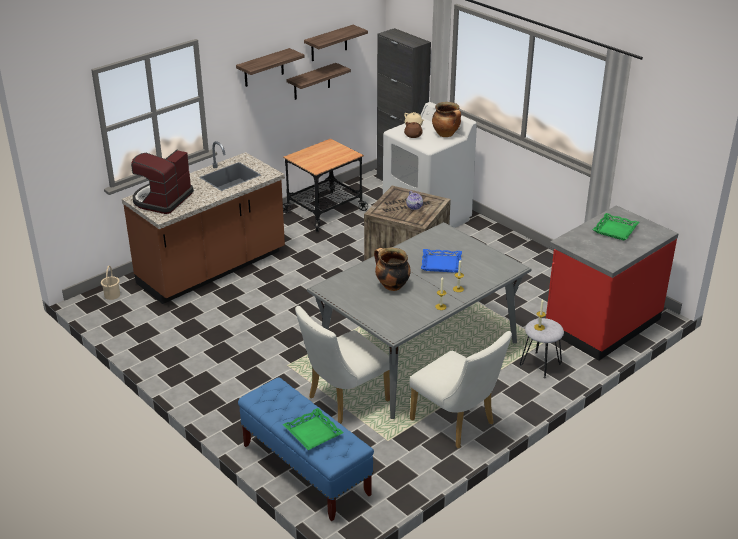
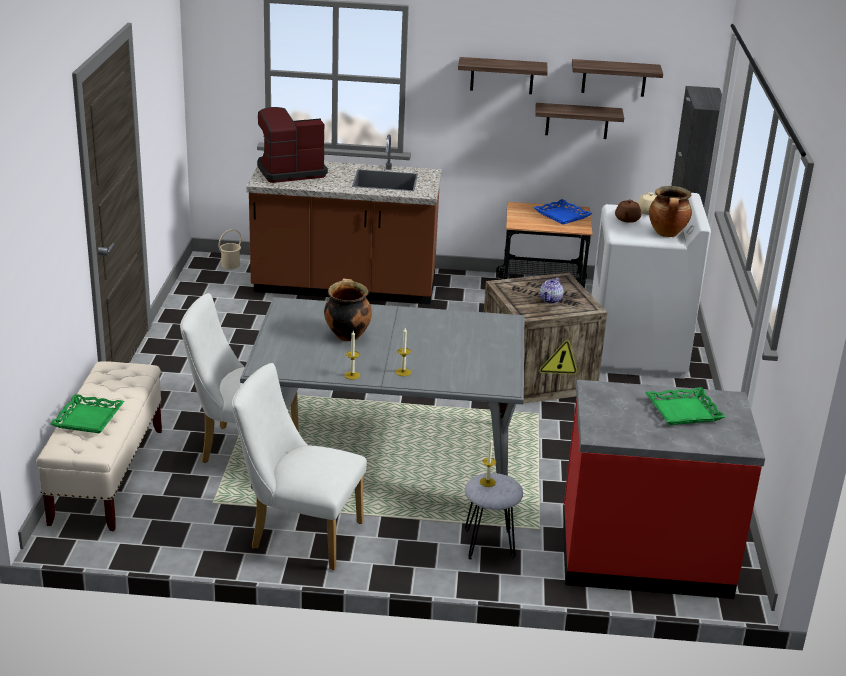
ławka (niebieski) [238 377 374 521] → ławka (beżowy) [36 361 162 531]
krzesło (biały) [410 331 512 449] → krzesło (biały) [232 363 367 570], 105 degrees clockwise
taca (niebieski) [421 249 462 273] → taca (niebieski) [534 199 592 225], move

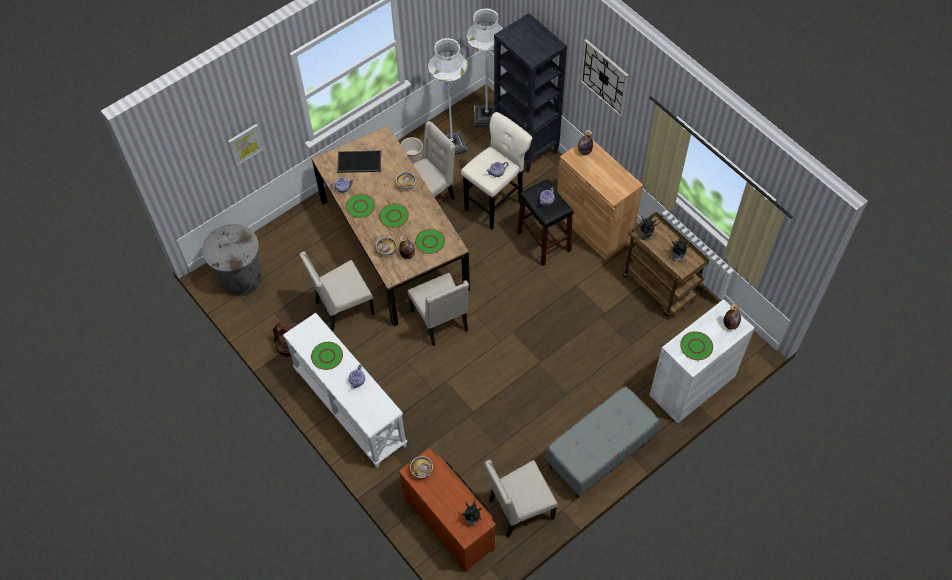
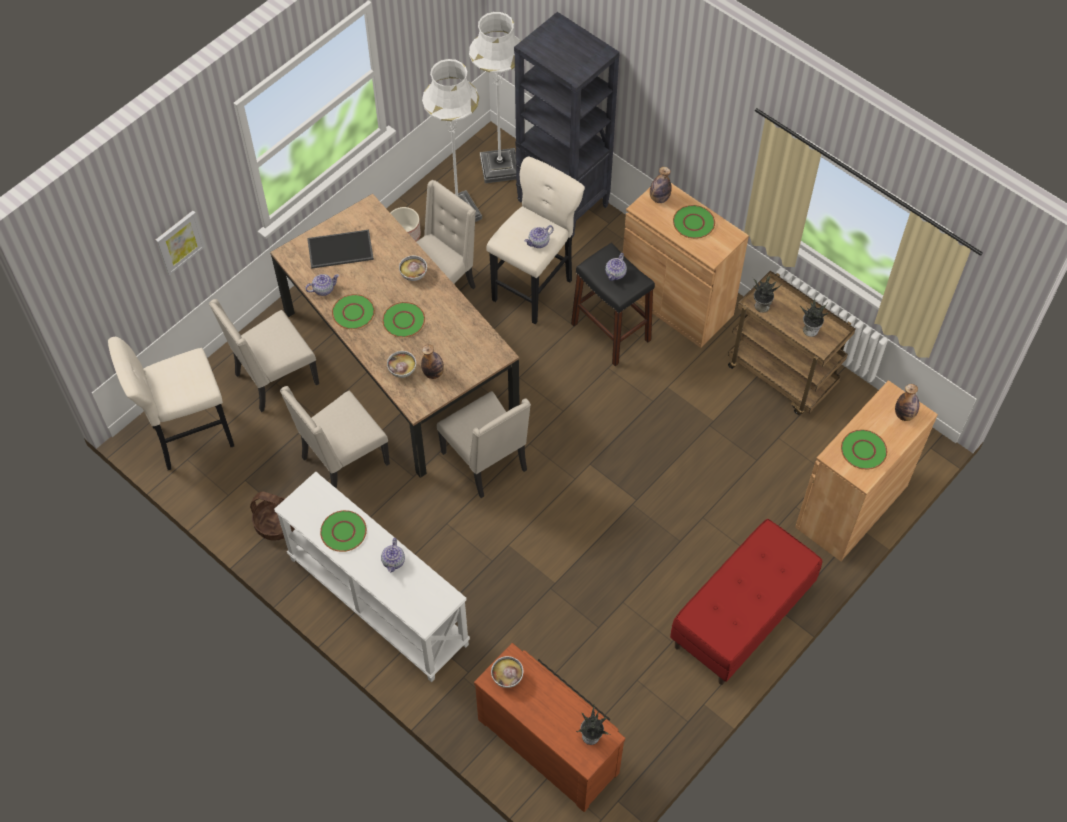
kosz na śmieci (szary) [202 224 262 296] → stołek (beżowy) [108 337 234 470]
krzesło (beżowy) [485 460 558 538] → krzesło (beżowy) [209 299 319 412], move
ławka (szary) [546 386 660 498] → ławka (czerwony) [670 519 822 685]
talerz (zielony) [415 229 445 254] → talerz (zielony) [673 205 715 239], move
szafka (biały) [650 299 754 423] → szafka (brązowy) [795 380 938 561]
zegar ścienny [580 39 629 117] → -

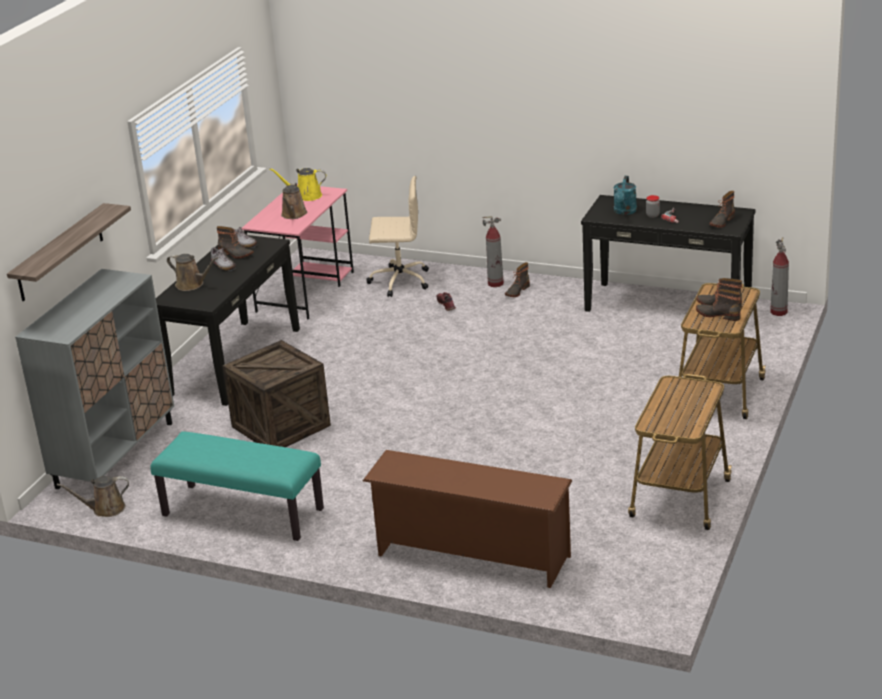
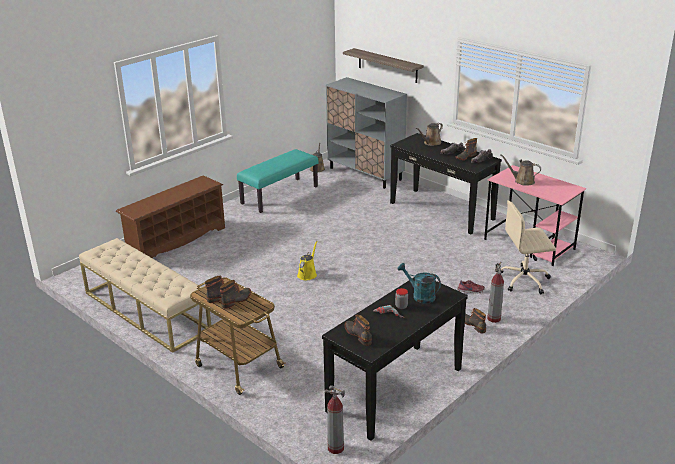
wózek [628 374 732 530] → ławka (beżowy) [79 238 211 353]
konewka (żółty) [269 168 326 201] → konewka (żółty) [297 241 317 280], move
krzesło biurowe (beżowy) [366 176 429 297] → krzesło biurowe (beżowy) [501 200 556 294], 60 degrees clockwise
skrzynka [222 340 331 447] → -

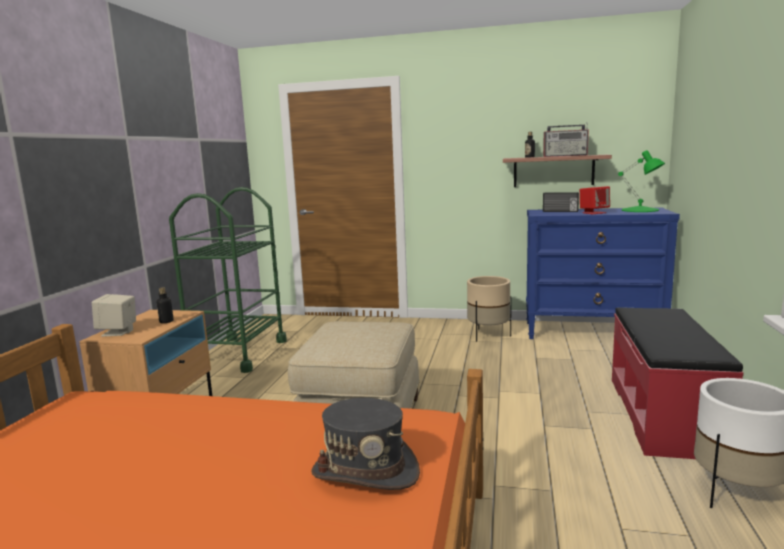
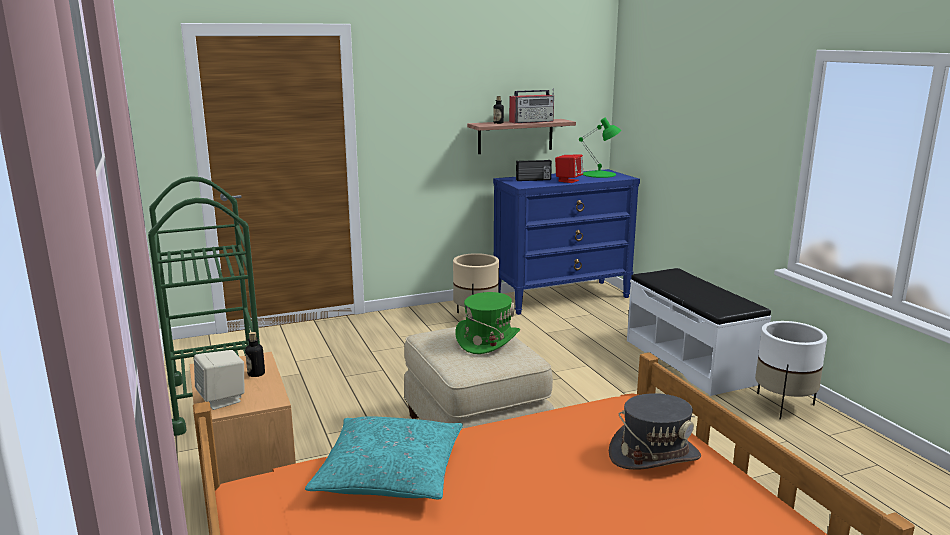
- → poduszka (turkusowy) [305 416 463 499]
- → kapelusz (zielony) [455 292 520 354]
ławka (czerwony) [612 307 743 459] → ławka (biały) [627 268 771 396]

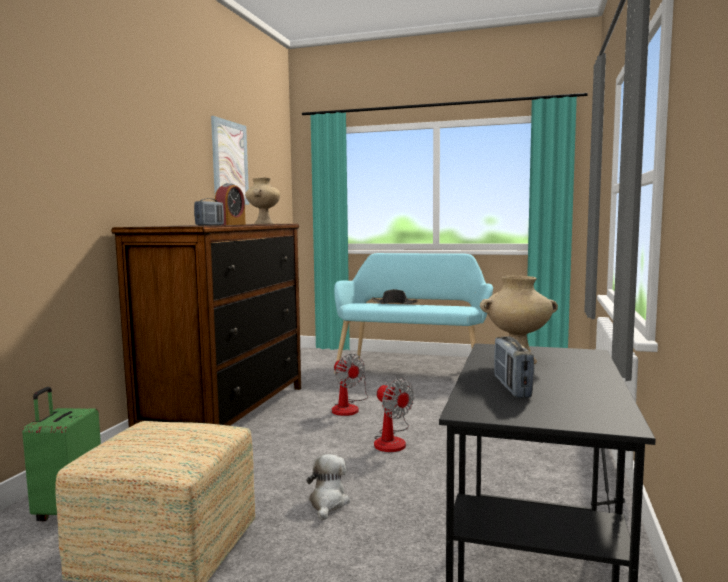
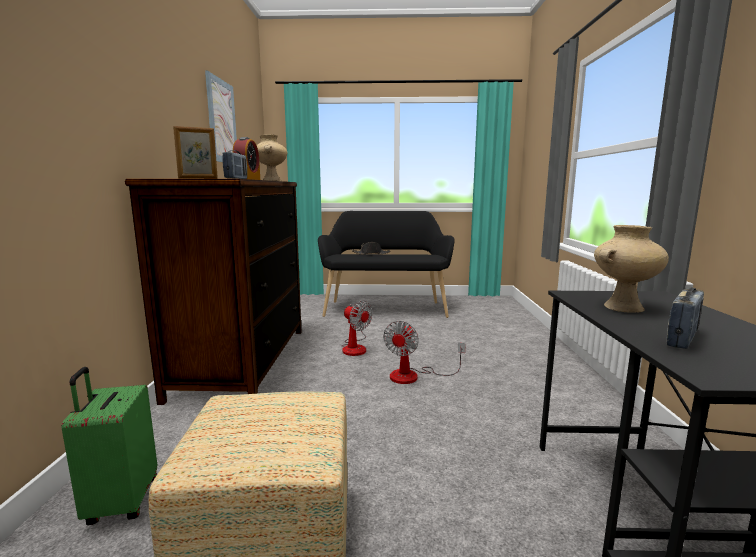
- → ramka na zdjęcie [173 126 218 179]
ławka (turkusowy) [334 253 493 374] → ławka (czarny) [318 211 455 318]
wentylator [374 378 414 452] → wentylator [383 321 466 384], 75 degrees clockwise
radio [494 336 534 398] → radio [666 287 704 349], 120 degrees counterclockwise
pluszak [306 454 350 521] → -

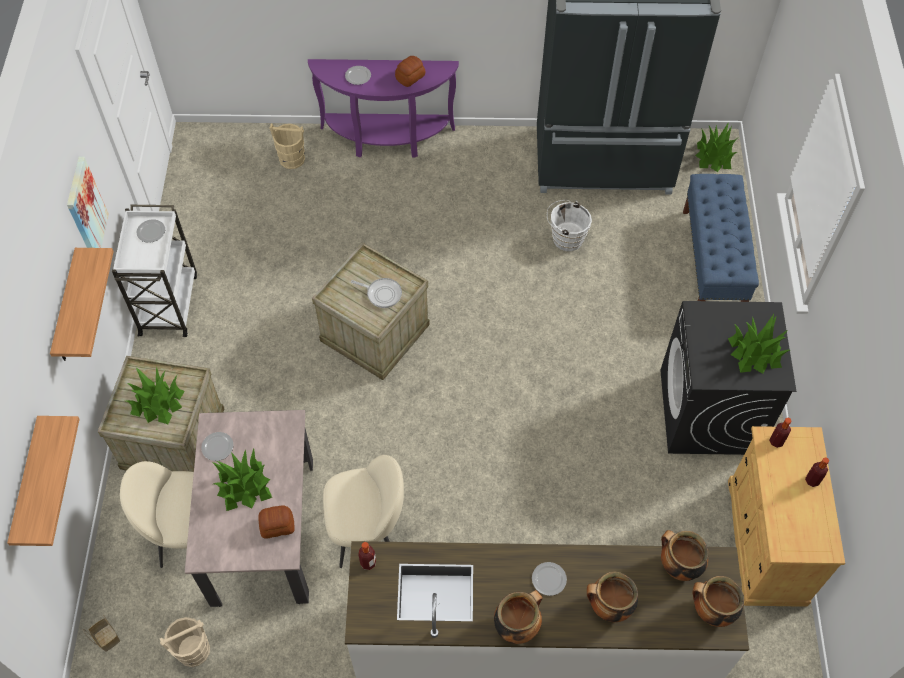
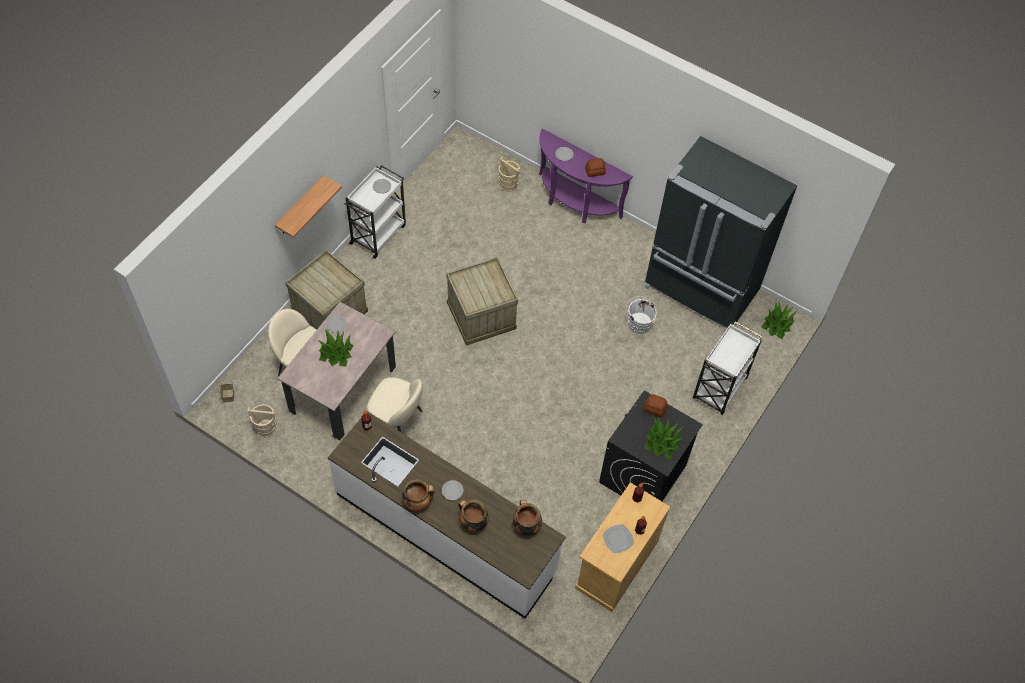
- → talerz [603 524 634 553]
chleb [258 505 295 538] → chleb [644 394 667 417], move
ławka (niebieski) [683 174 759 302] → wózek (biały) [693 321 762 415]
półka [7 416 80 546] → -
obraz [67 156 109 248] → -
roślina doniczkowa [126 367 184 424] → -
patelnia [351 278 402 308] → -
garnek [692 576 744 627] → -

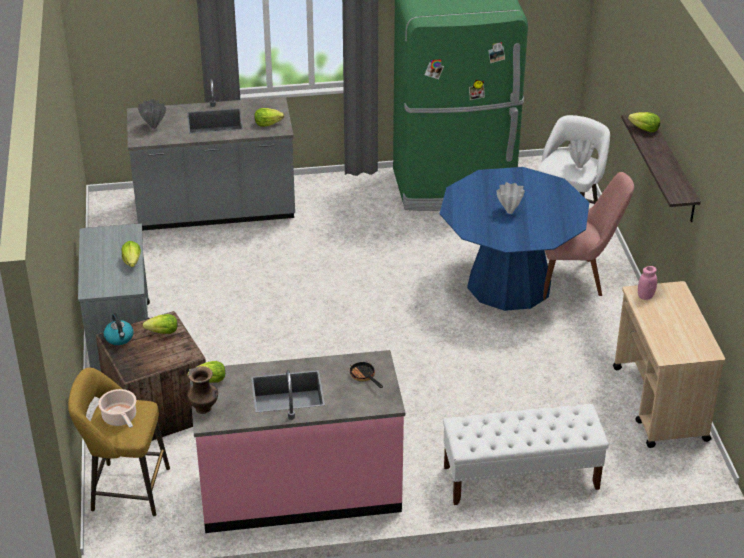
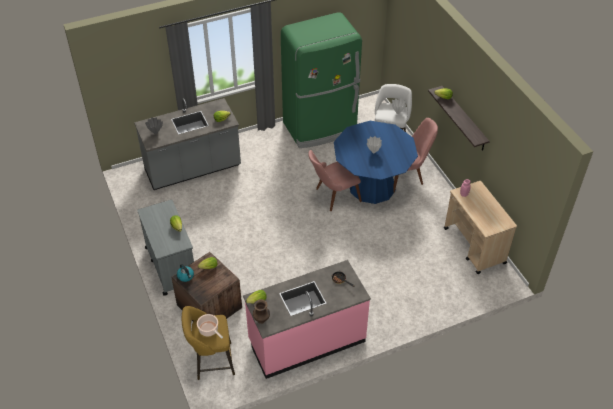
- → krzesło (różowy) [308 150 362 211]
ławka (biały) [443 404 609 505] → -

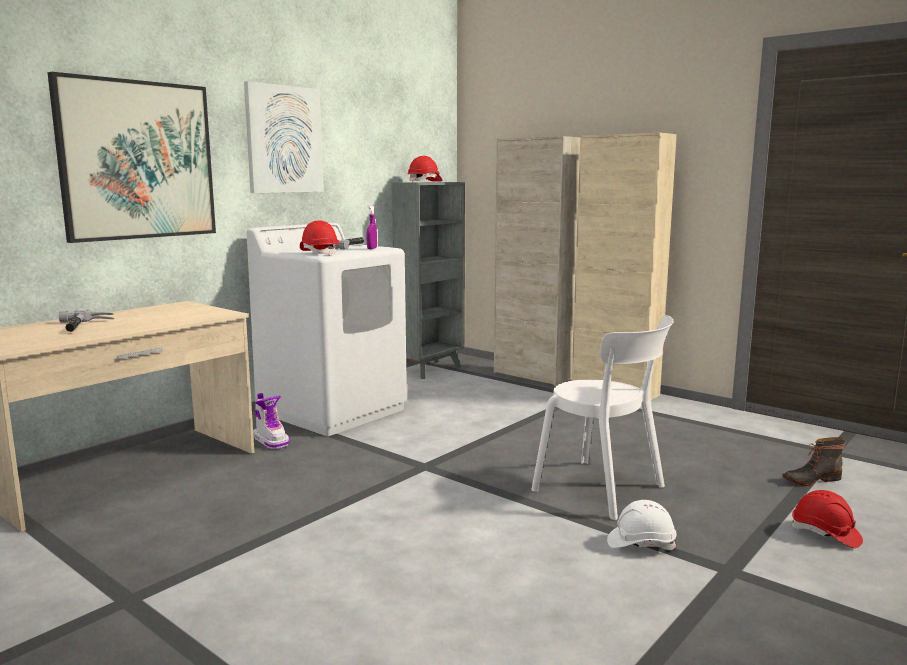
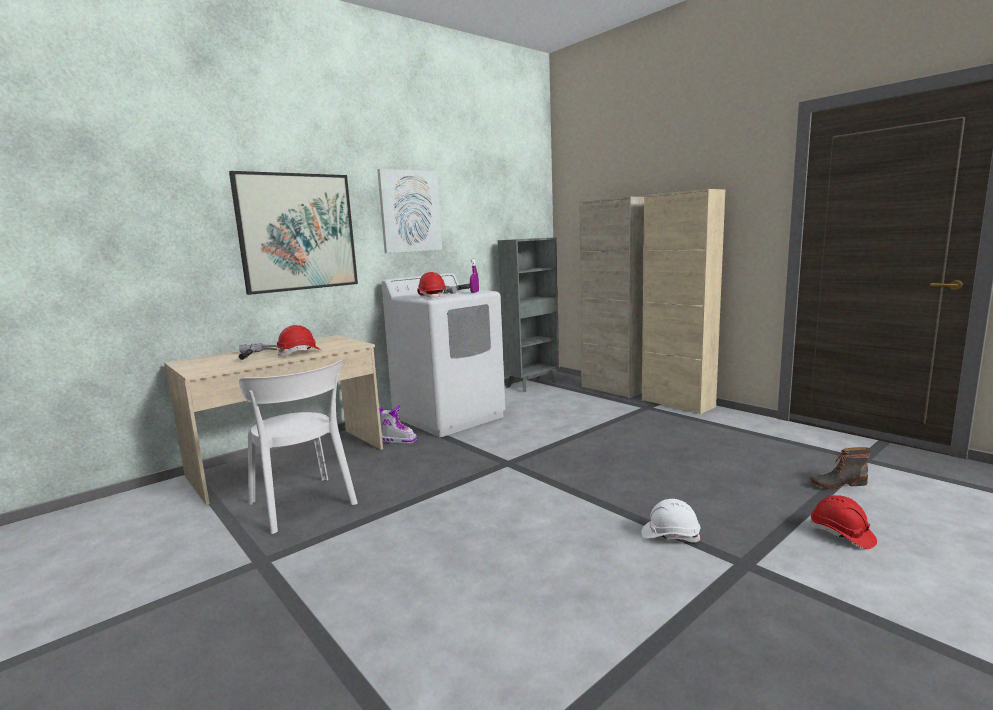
krzesło (biały) [531 315 674 520] → krzesło (biały) [239 360 358 534], move
kask (czerwony) [408 156 442 182] → kask (czerwony) [276 325 321 357], move
but z cholewką [253 393 290 449] → but z cholewką [379 405 417 444], 45 degrees counterclockwise

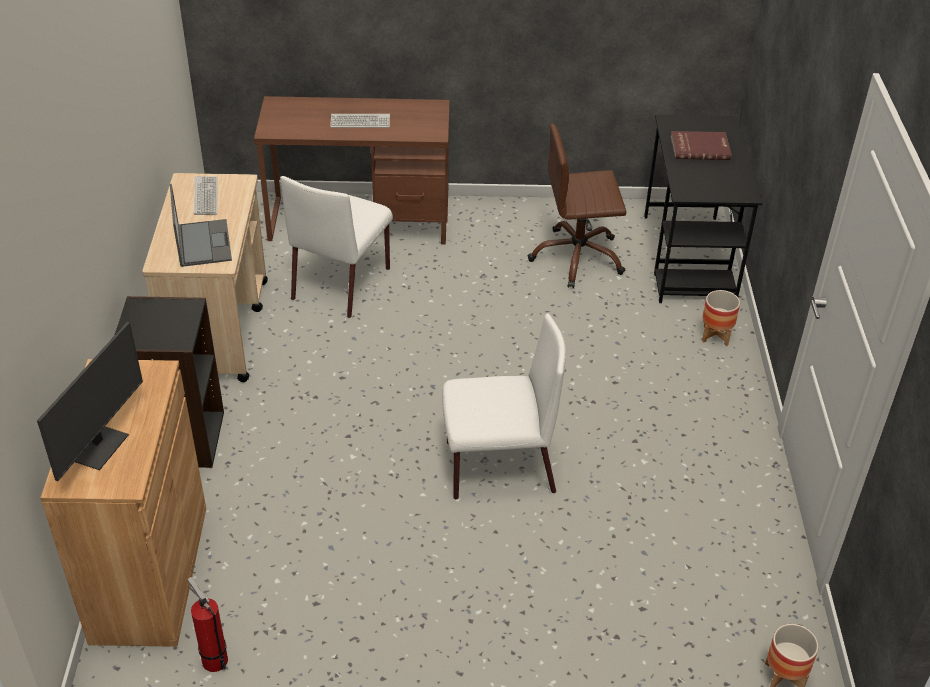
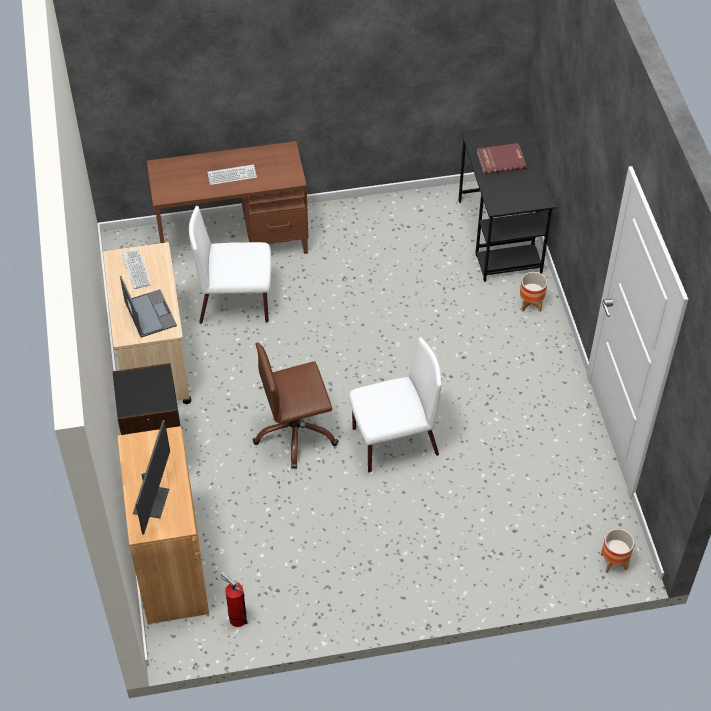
krzesło (biały) [280 176 393 318] → krzesło (biały) [189 206 271 324], 75 degrees clockwise
krzesło biurowe (brązowy) [528 124 626 288] → krzesło biurowe (brązowy) [253 343 339 469], move

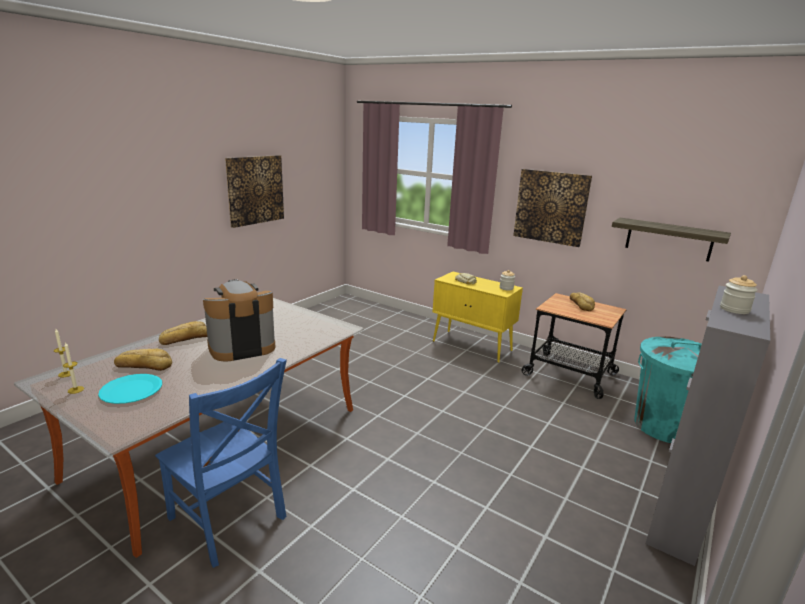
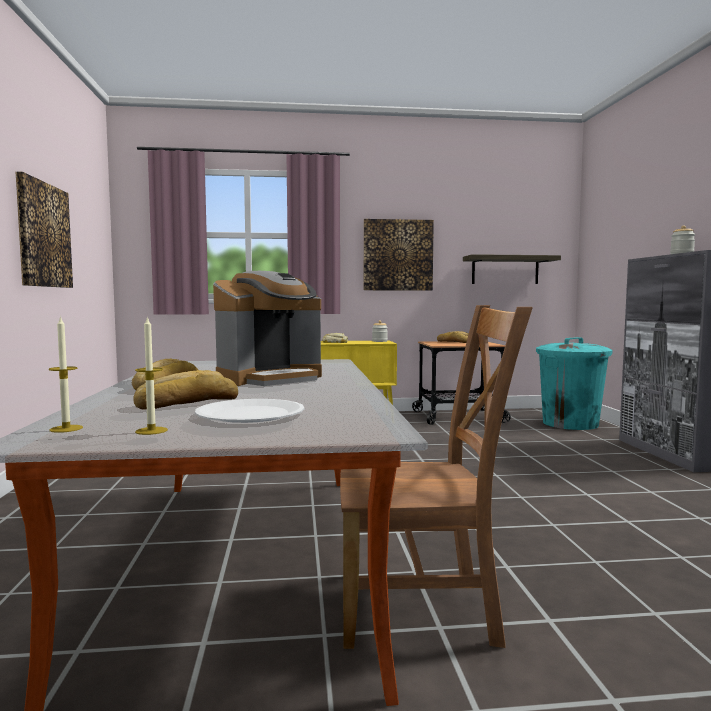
talerz (turkusowy) [98 374 162 404] → talerz (biały) [195 399 304 423]
ekspres do kawy [203 279 275 362] → ekspres do kawy [213 271 322 386], 150 degrees counterclockwise
krzesło (niebieski) [155 358 287 568] → krzesło (brązowy) [340 305 533 649]

